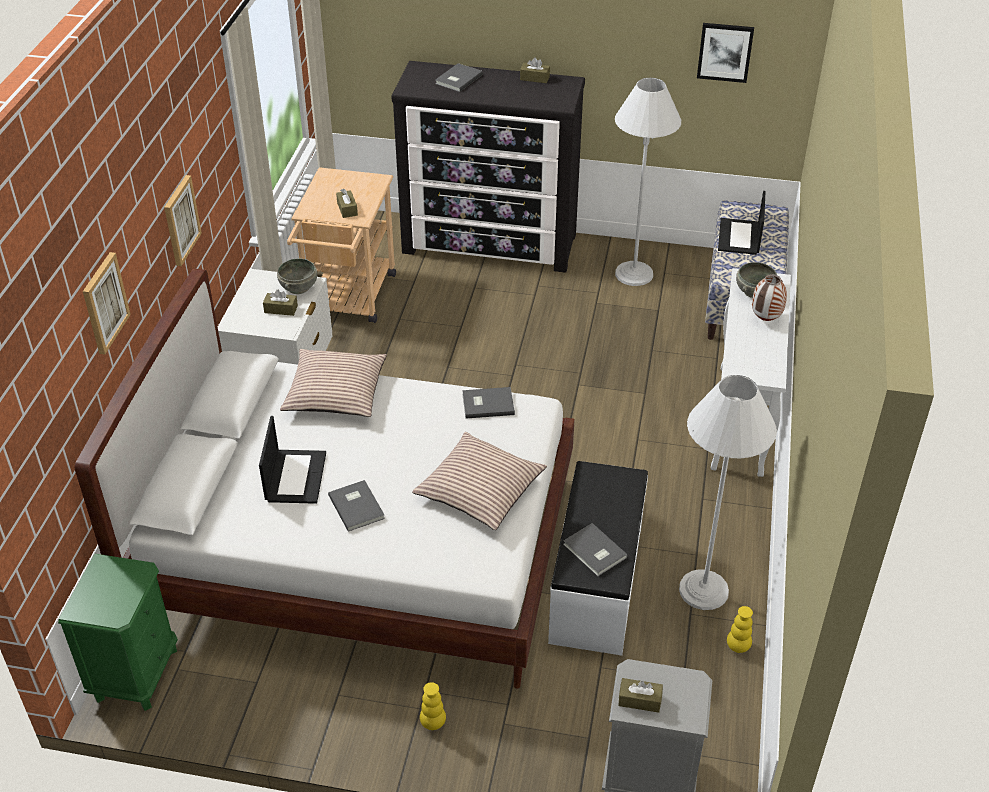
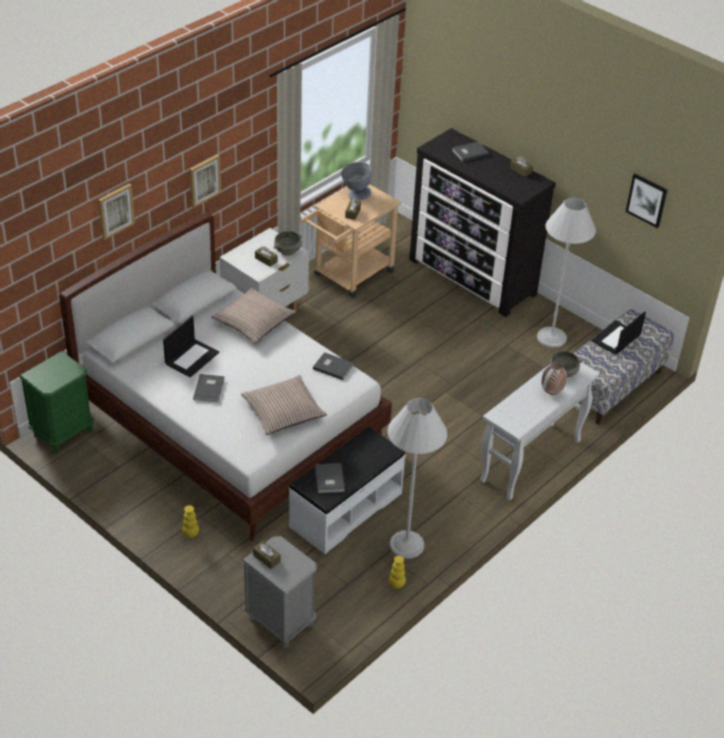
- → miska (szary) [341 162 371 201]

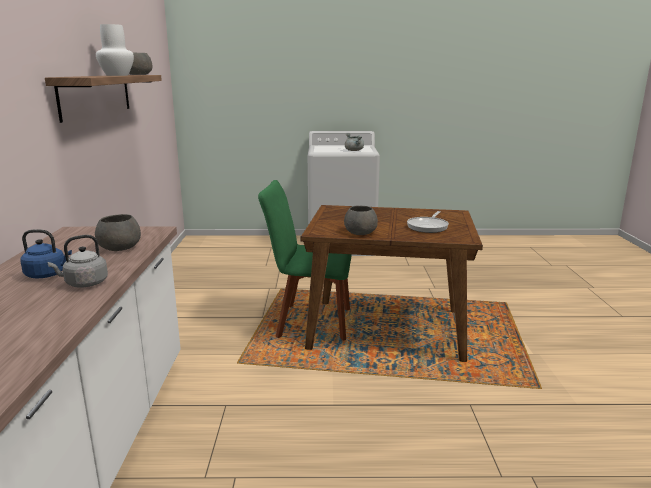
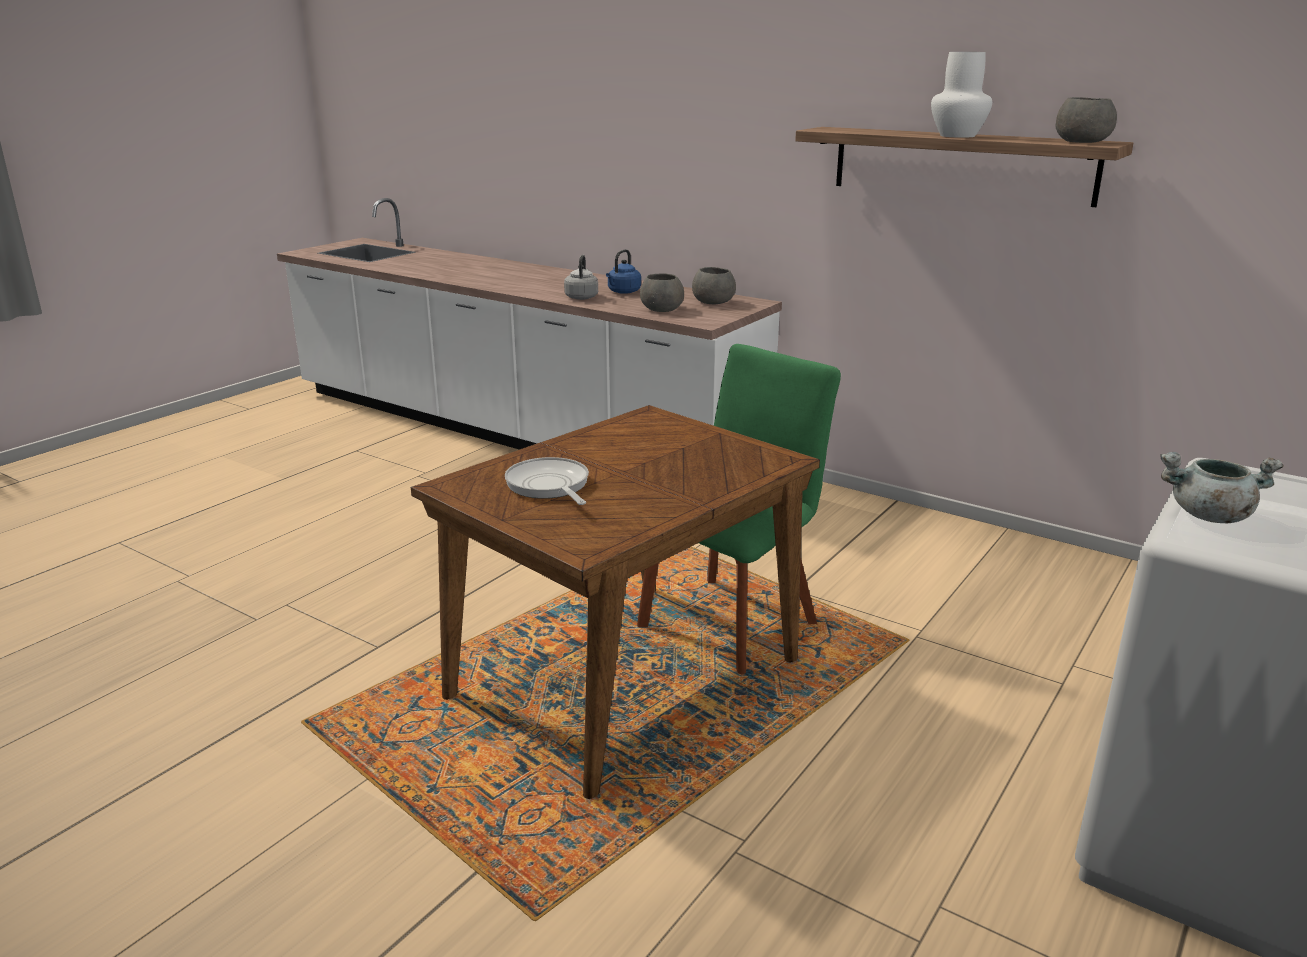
miska (szary) [344 206 378 235] → miska (szary) [692 267 736 304], move

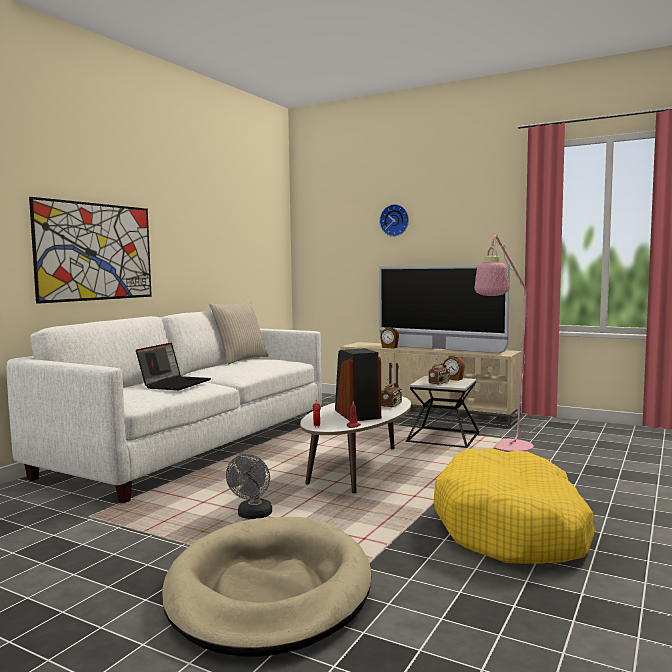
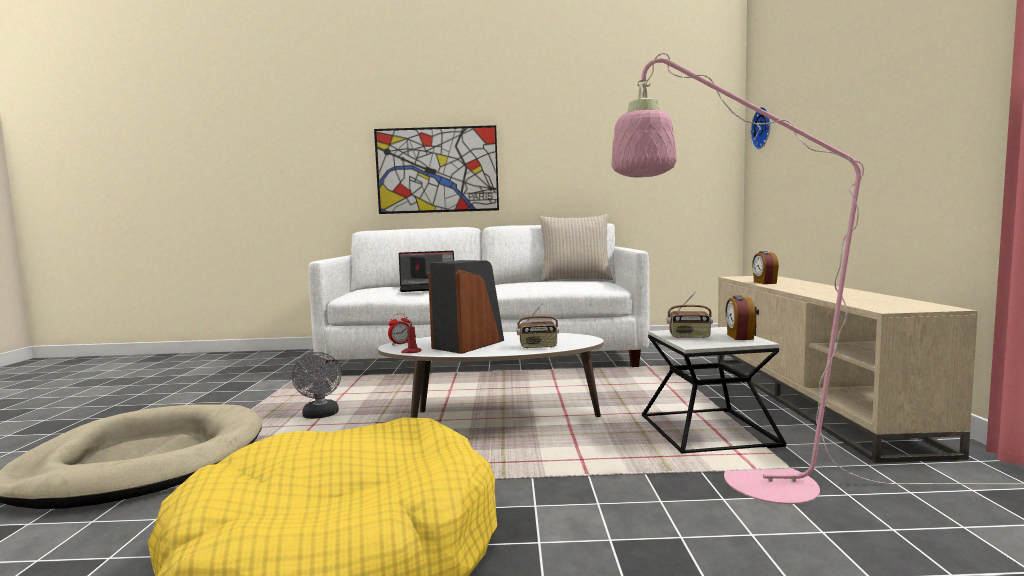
wentylator (szary) [226 454 272 519] → wentylator (szary) [292 352 341 419], 90 degrees counterclockwise
zegar ścienny [379 204 409 237] → zegar ścienny [750 107 771 149], move
telewizor [379 265 511 353] → -

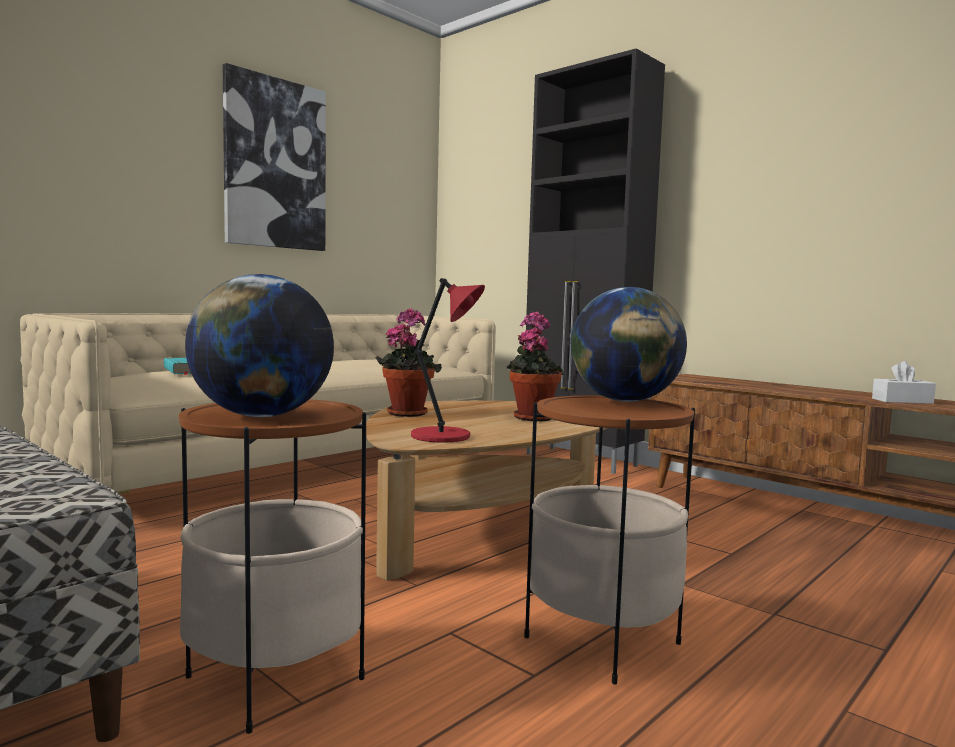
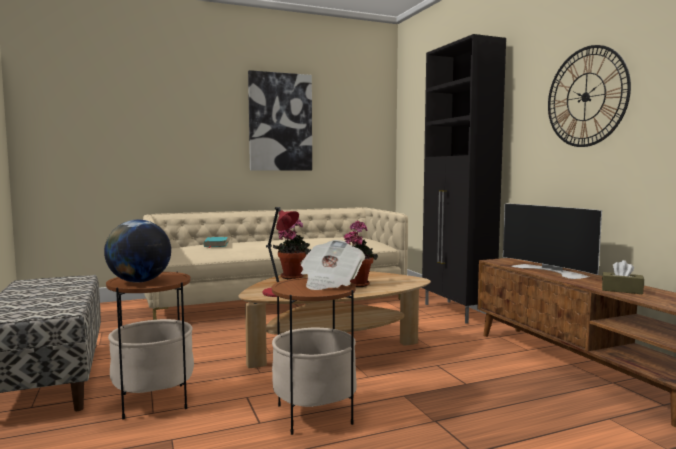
globus [570 287 687 402] → gazeta [300 240 365 290]
- → telewizor [503 203 602 279]
- → zegar ścienny [548 45 631 147]
pudełko chusteczek (biały) [872 361 936 404] → pudełko chusteczek (brązowy) [602 260 644 294]

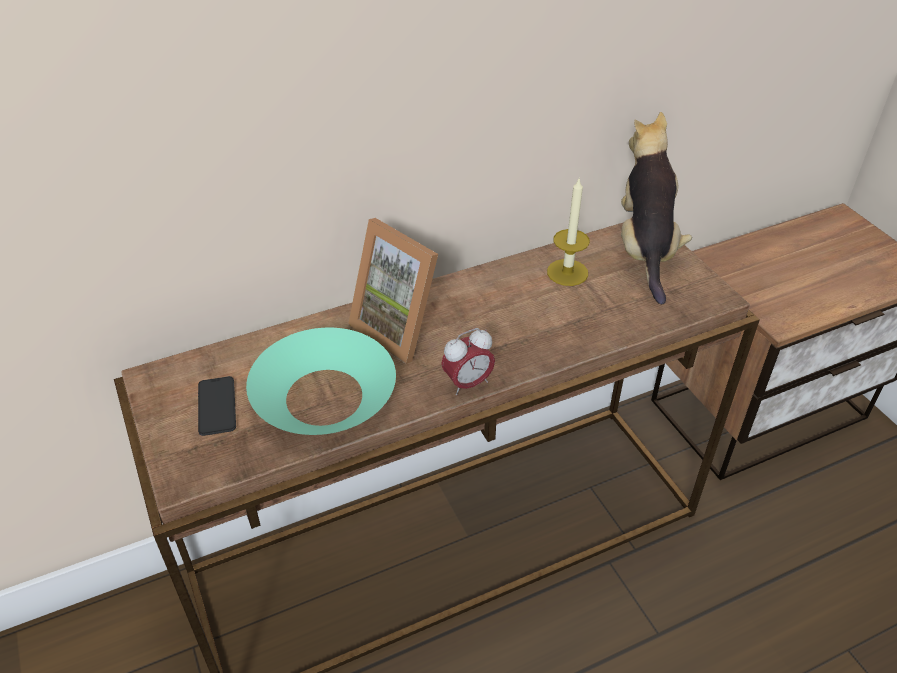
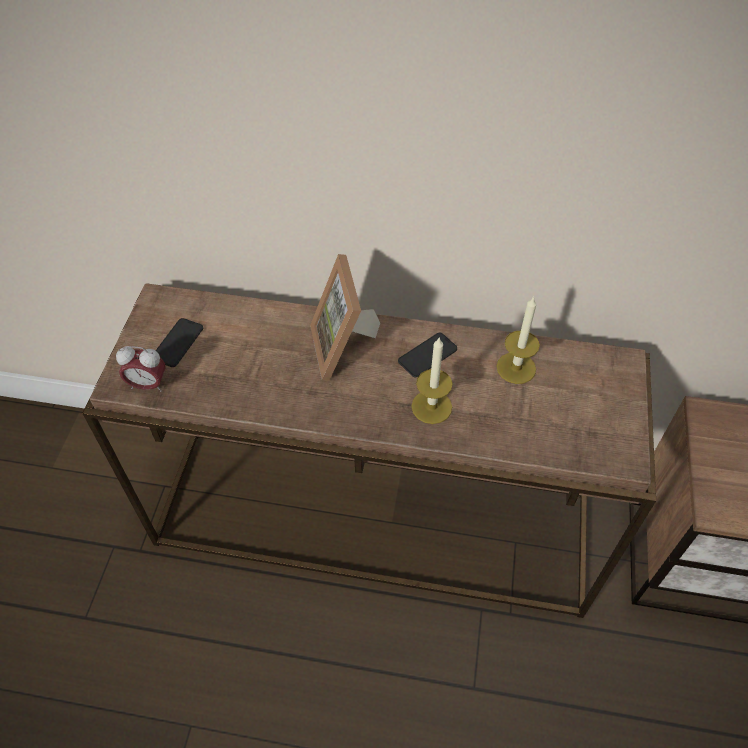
budzik [441 328 495 395] → budzik [116 346 166 392], move
- → telefon [398 332 457 377]
- → świeca [411 337 453 424]
miska (turkusowy) [246 328 396 435] → -
pluszak [621 112 692 305] → -

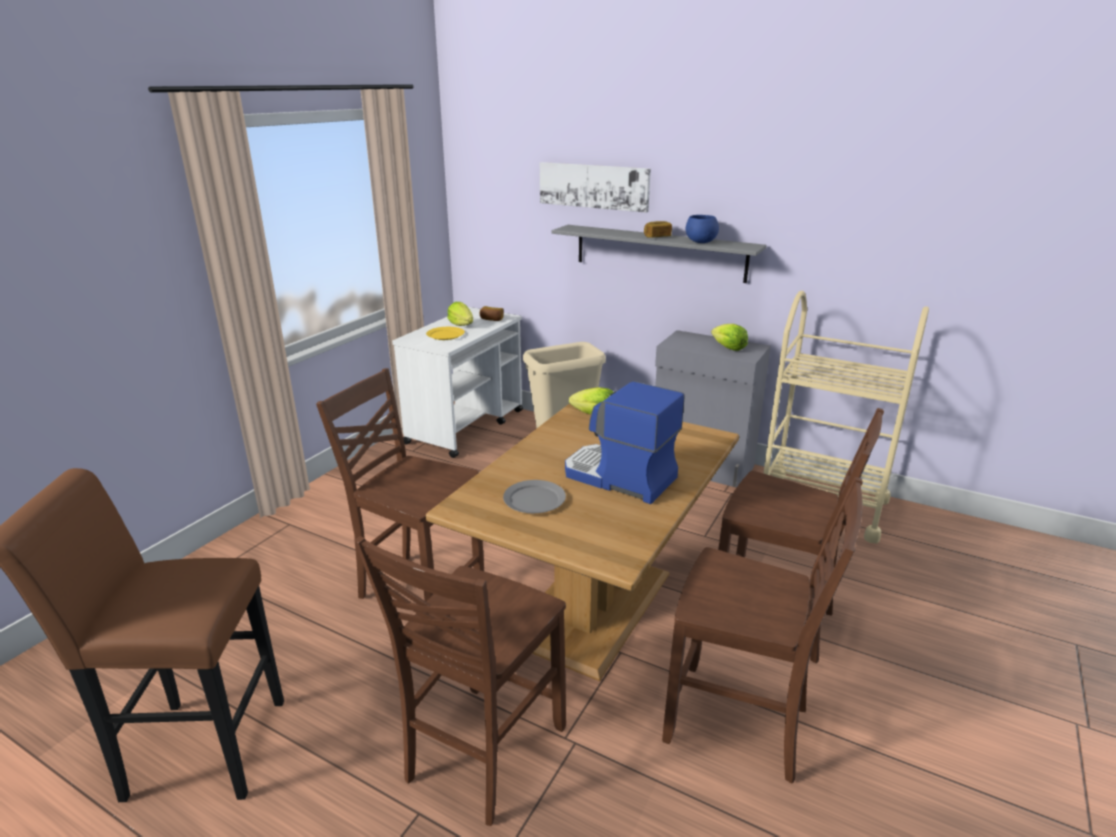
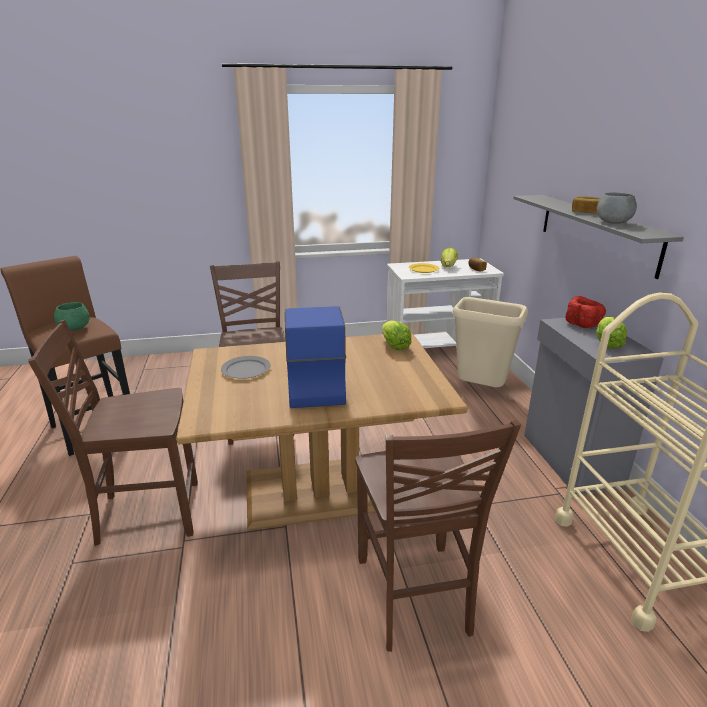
- → miska (zielony) [54 302 90 331]
- → miska (czerwony) [566 296 606 328]
miska (niebieski) [685 215 719 243] → miska (szary) [597 192 637 224]
obraz [540 162 651 213] → -
krzesło (brązowy) [662 477 863 783] → -

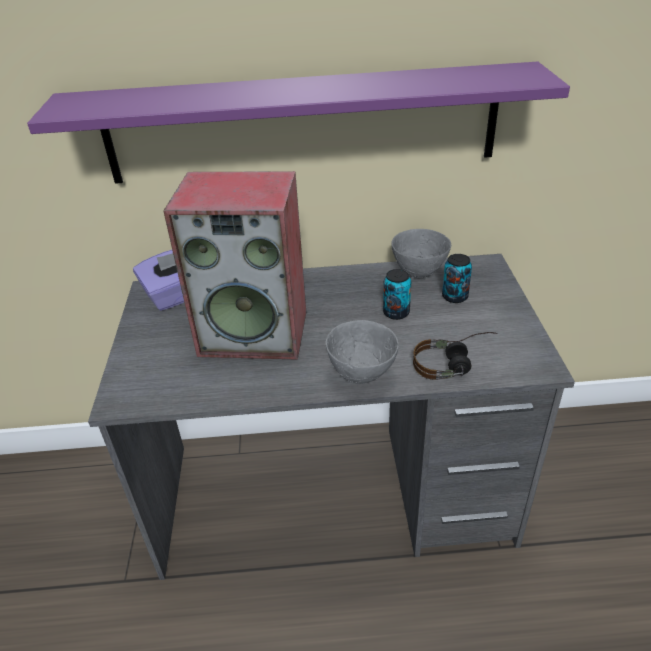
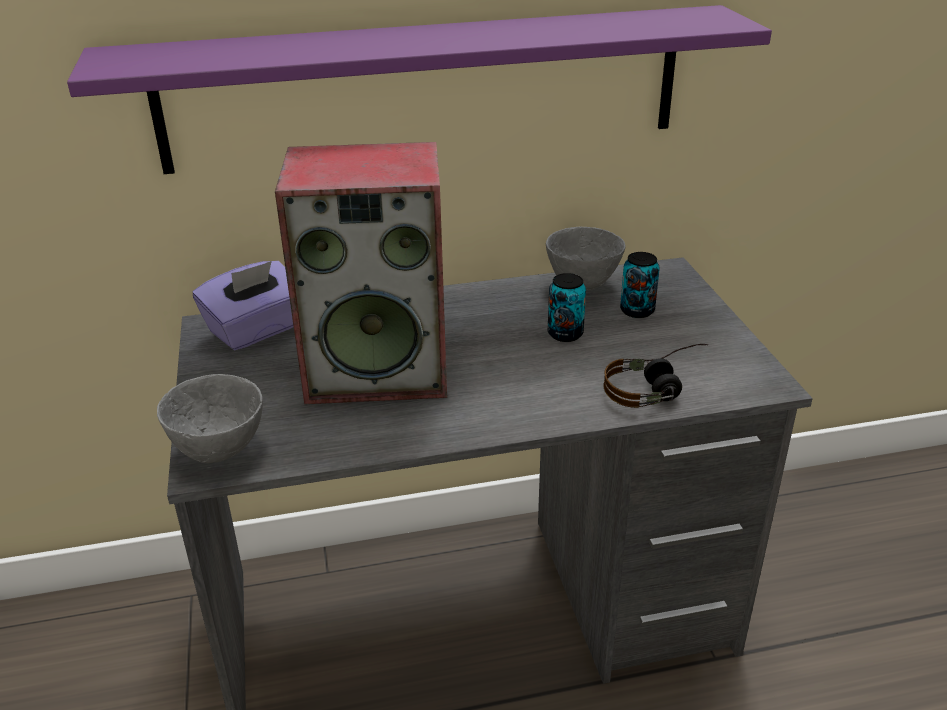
miska (szary) [325 320 399 384] → miska (szary) [157 374 263 463], move

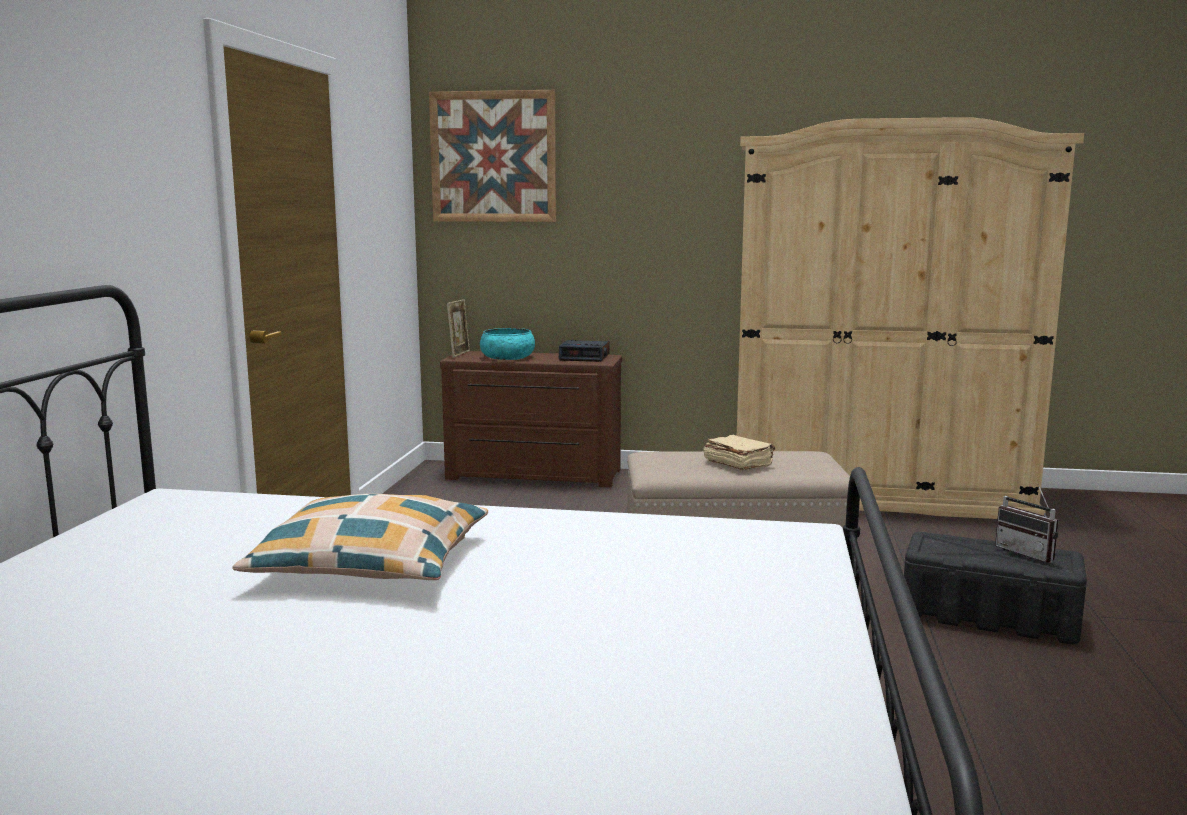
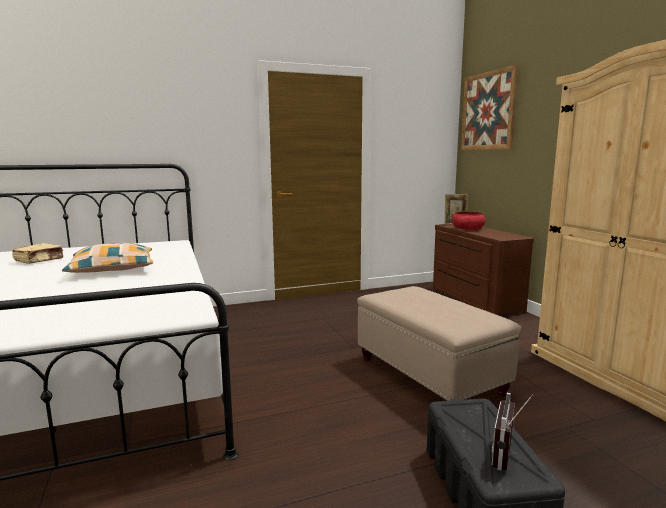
książka (beżowy) [703 435 776 470] → książka (beżowy) [12 243 63 264], move
miska (turkusowy) [480 328 535 360] → miska (czerwony) [452 211 486 230]
budzik [559 340 610 362] → -

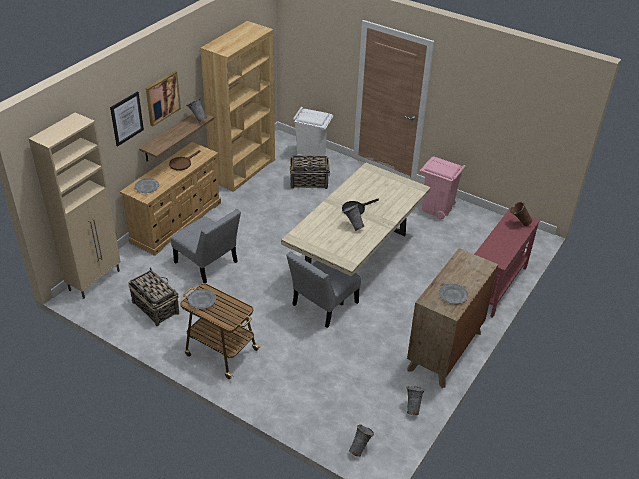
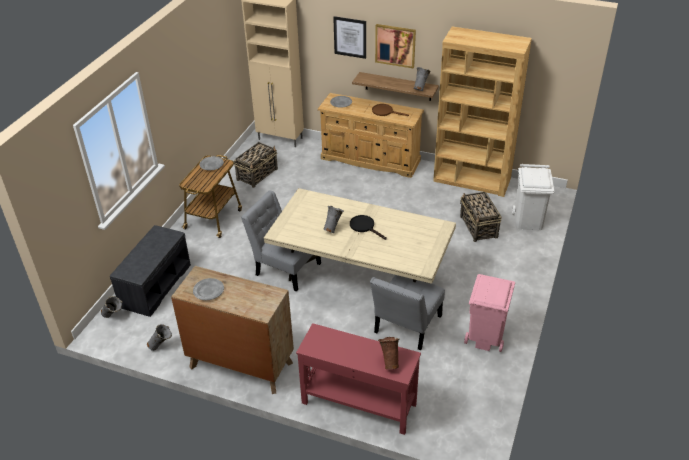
- → ławka (szary) [110 225 191 317]
krzesło (szary) [171 209 241 283] → krzesło (szary) [370 275 445 350], move

